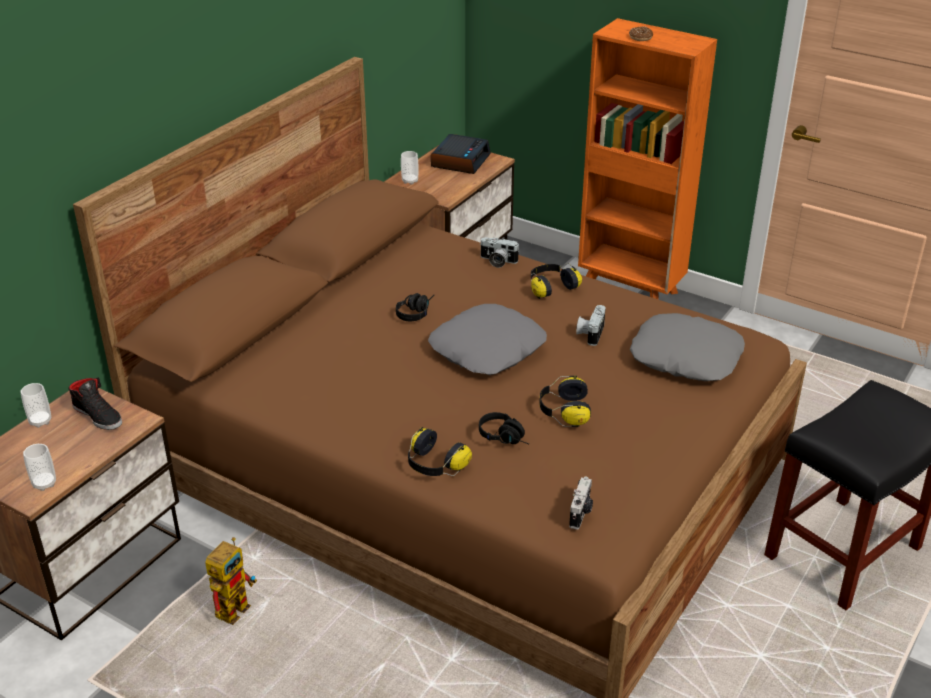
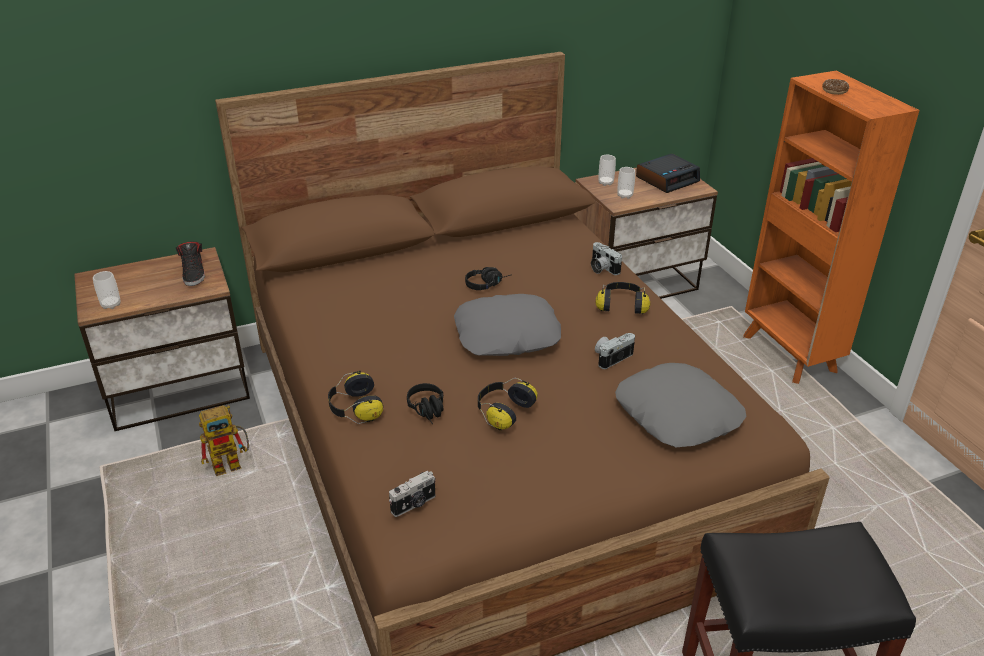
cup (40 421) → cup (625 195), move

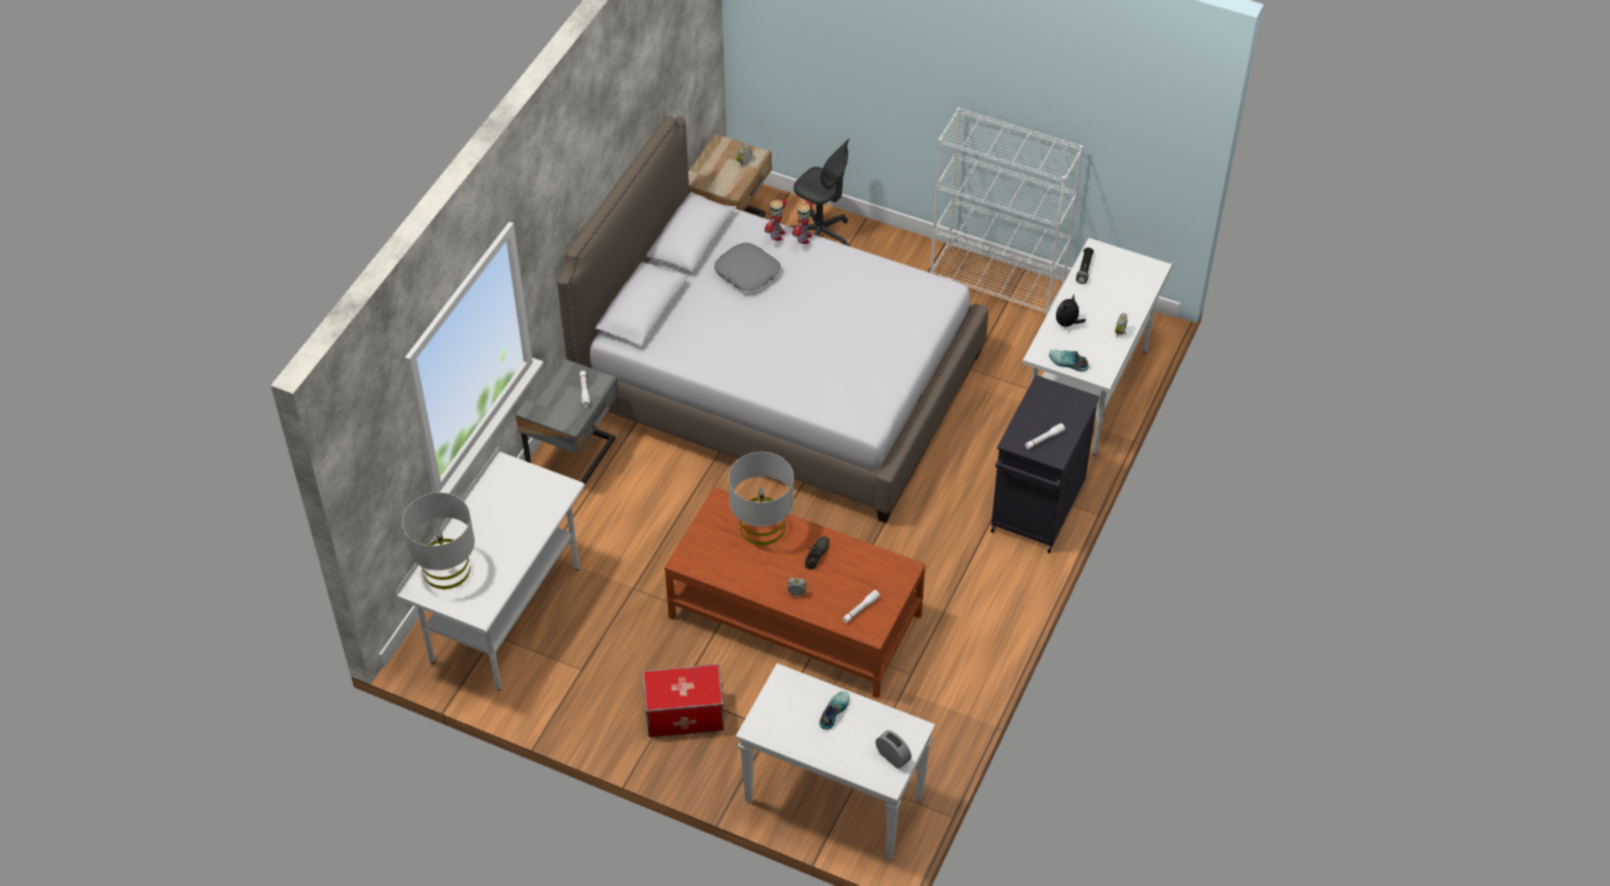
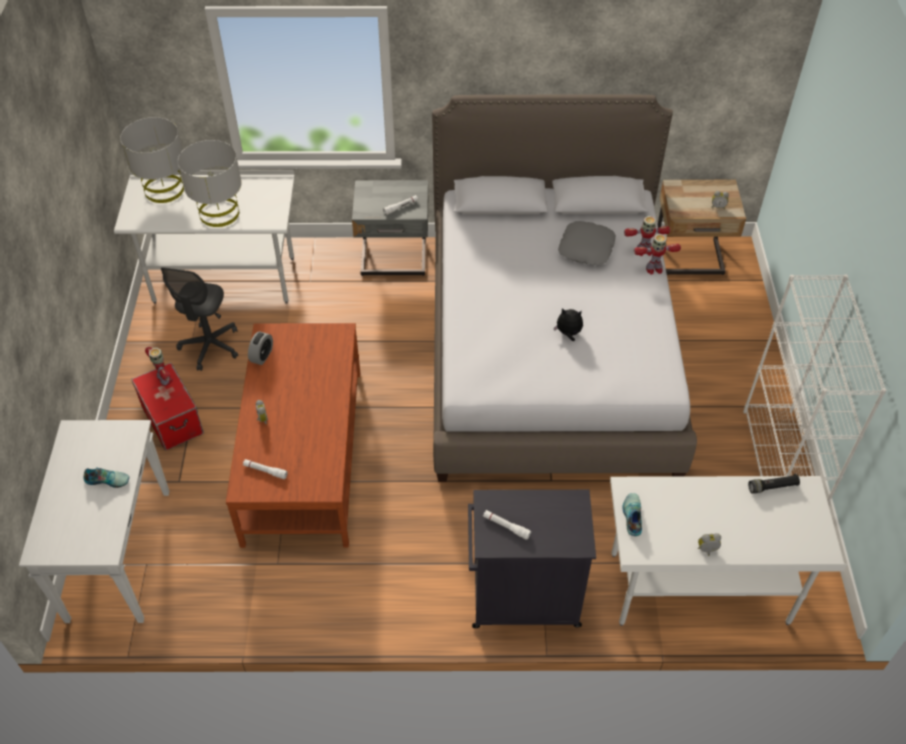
greyish table lamp (762 527) → greyish table lamp (219 213), move
greyish desk chair (820 235) → greyish desk chair (210 346), move
greyish low shoe (818 555) → -
alarm clock (892 757) → alarm clock (262 356), move
soft toy (1067 323) → soft toy (568 333), move
- → model robot (164 379)

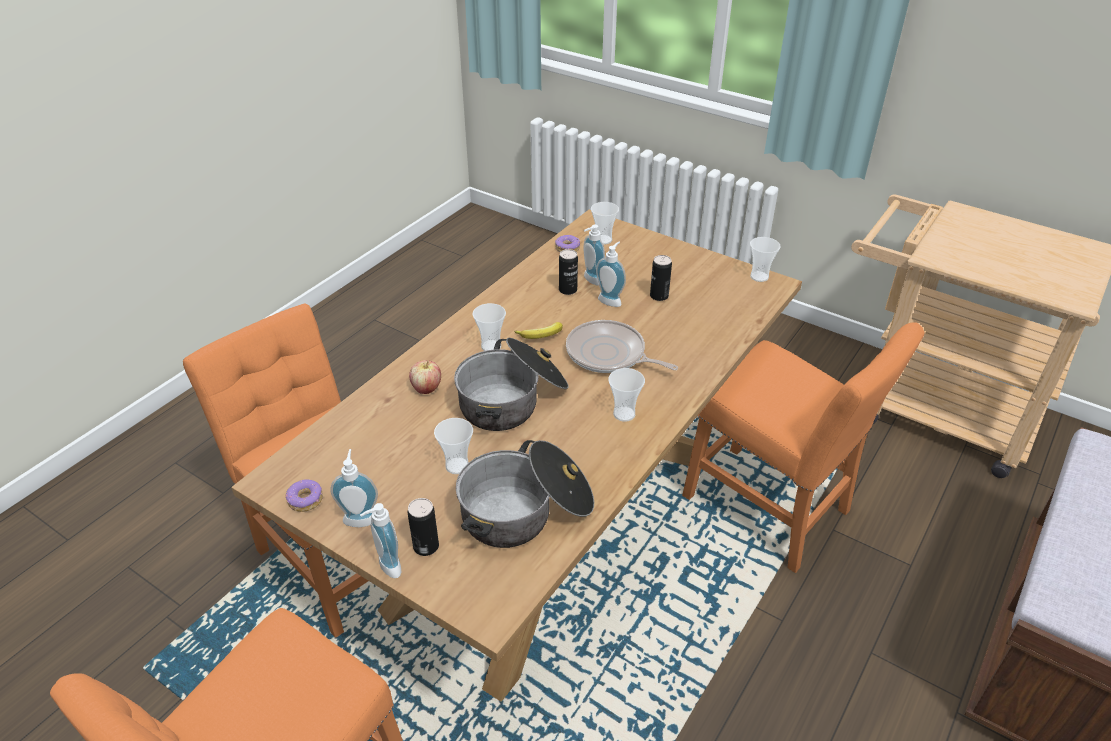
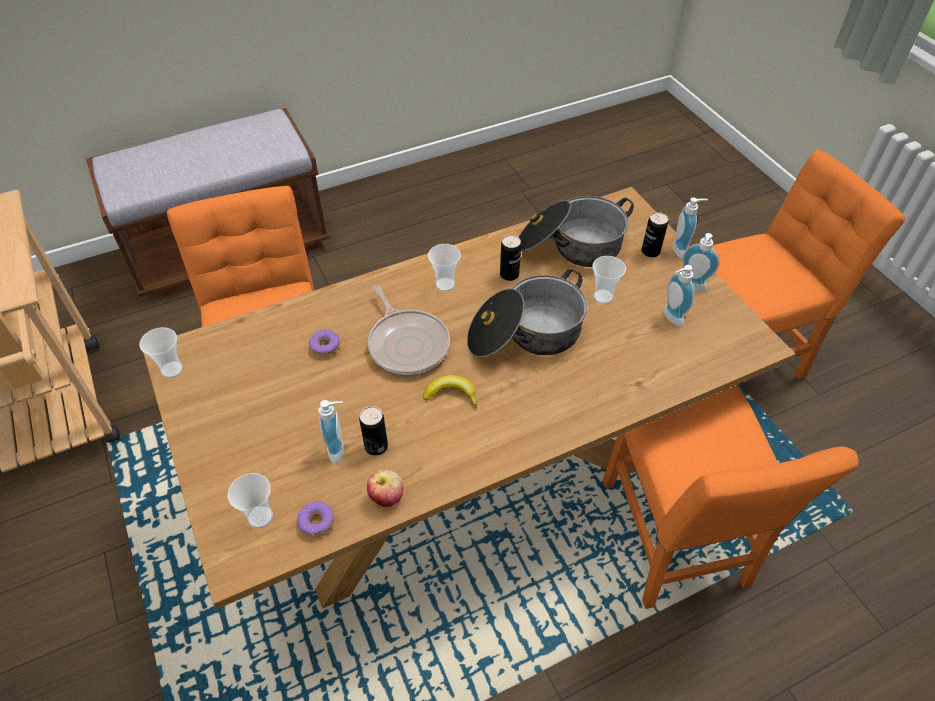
donut (306 500) → donut (325 347), move
apple (426 388) → apple (387 497), move
cup (491 346) → -
soap dispenser (611 300) → soap dispenser (670 318), move
sealed can (659 296) → sealed can (509 274), move

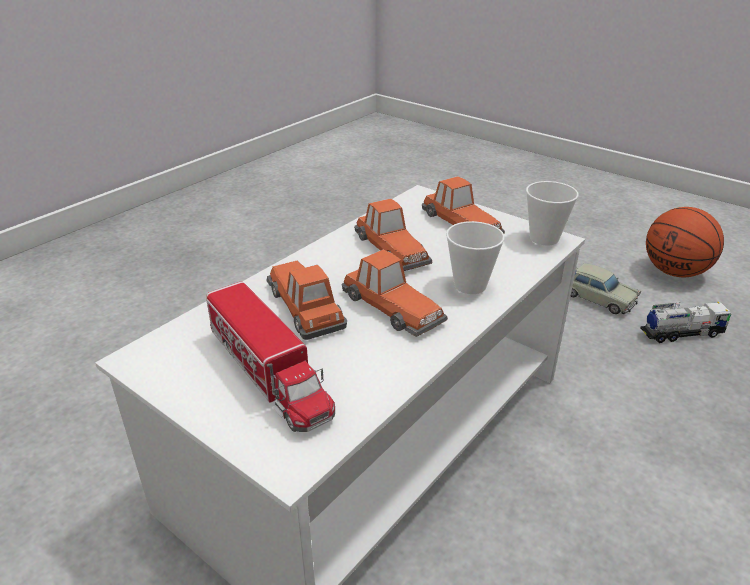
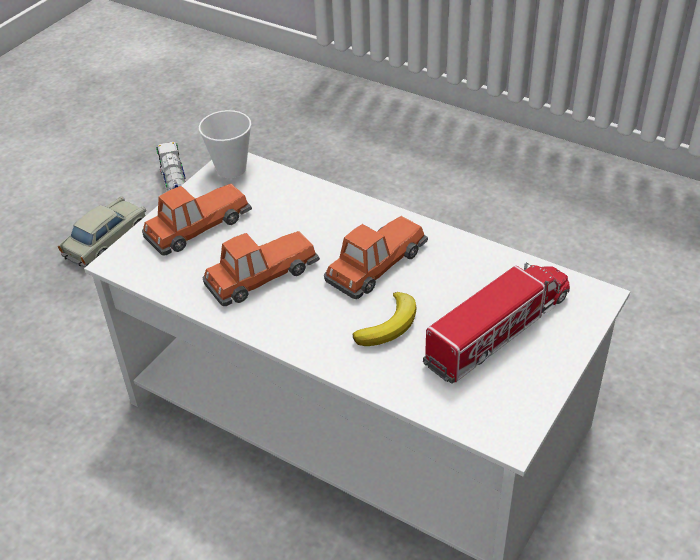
toy car (305 307) → banana fruit (389 324)
cup (470 285) → -
ball for basketball (675 272) → -

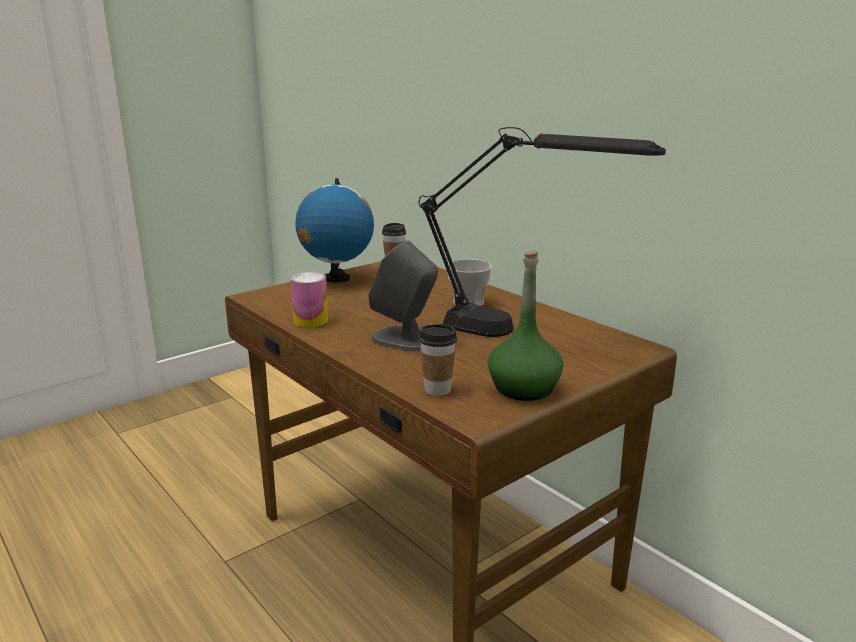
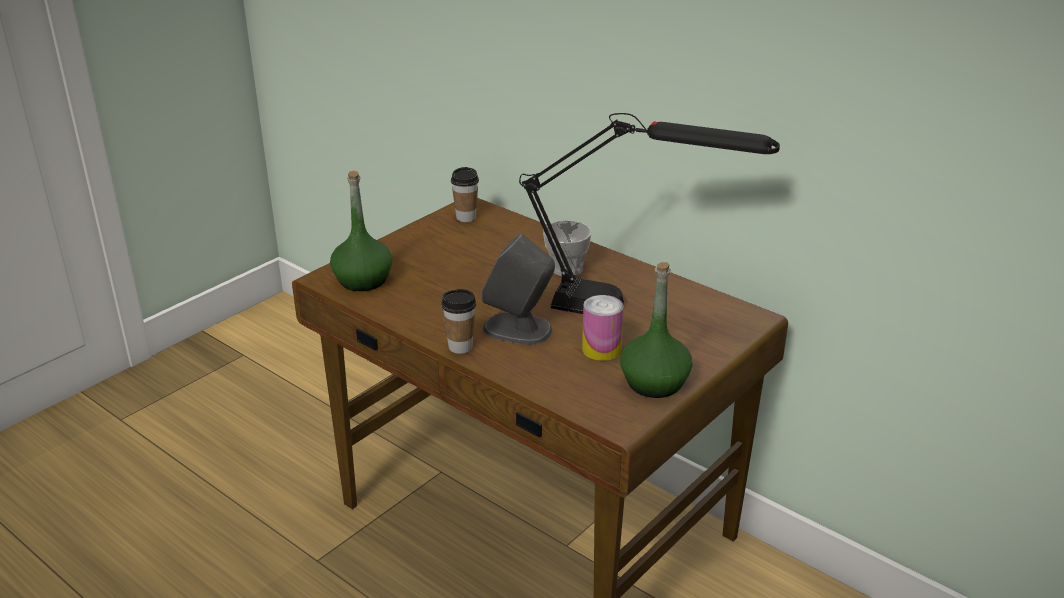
sealed can (311 321) → sealed can (601 349), move
world globe (337 279) → -
cup (437 390) → cup (460 347), move
- → greenish beverage bottle (363 280)

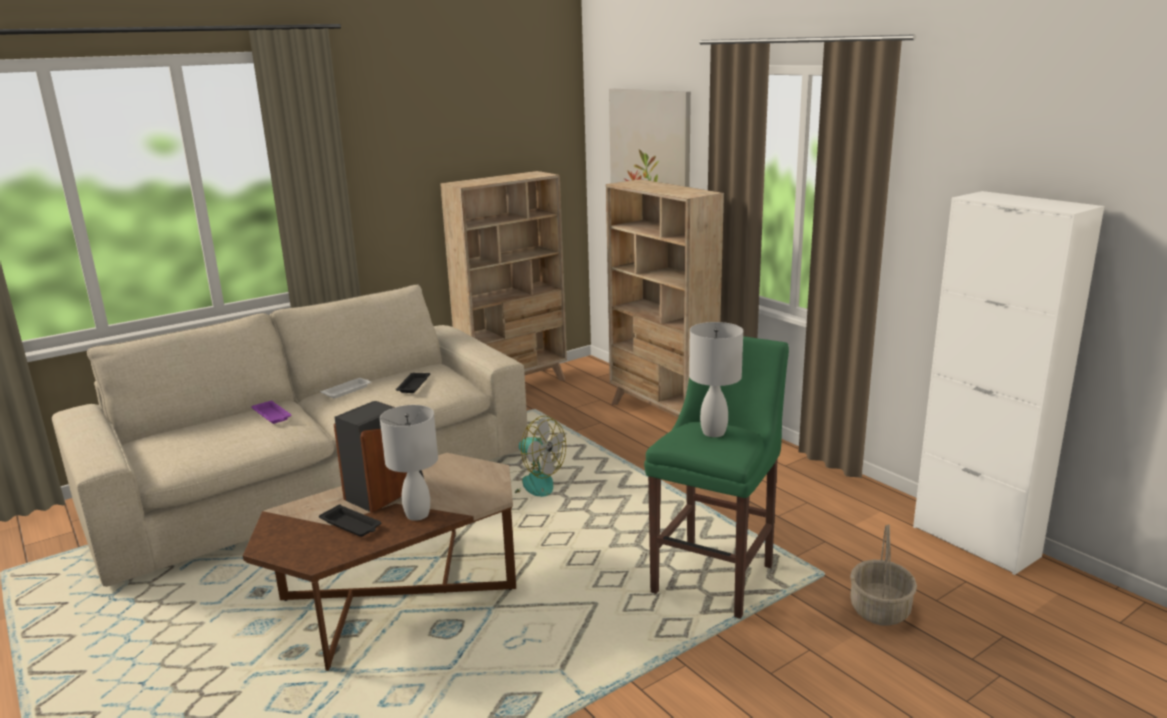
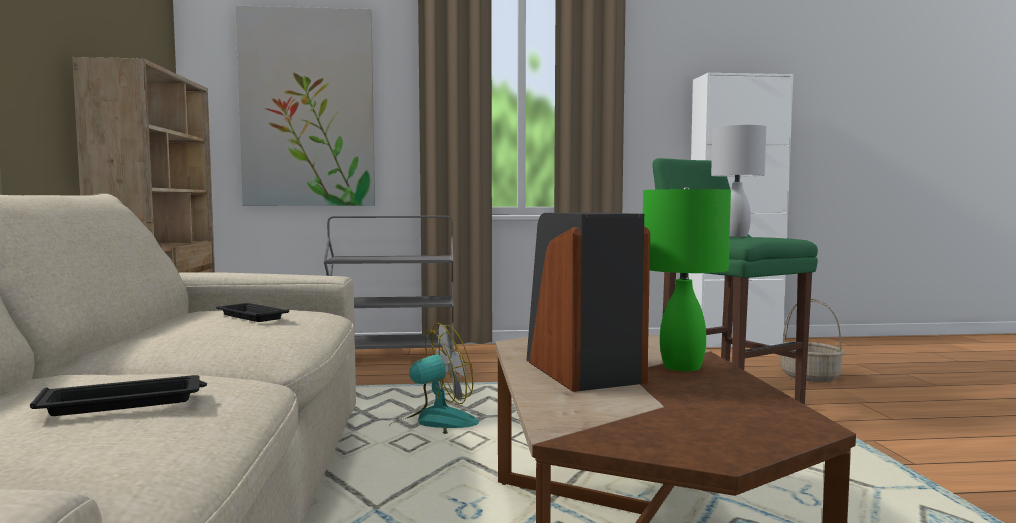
purplish tray (272 415) → -
black-coloured tray (351 525) → black-coloured tray (126 403), move
white tray (347 390) → -
white table lamp (417 514) → greenish table lamp (680 367)
beige bookcase (661 415) → greyish wheeled cart (392 357)

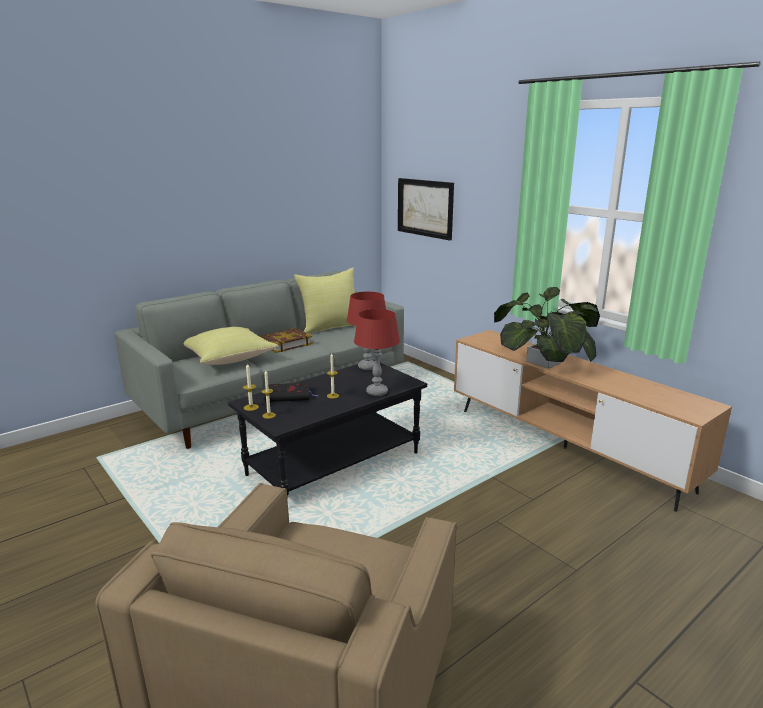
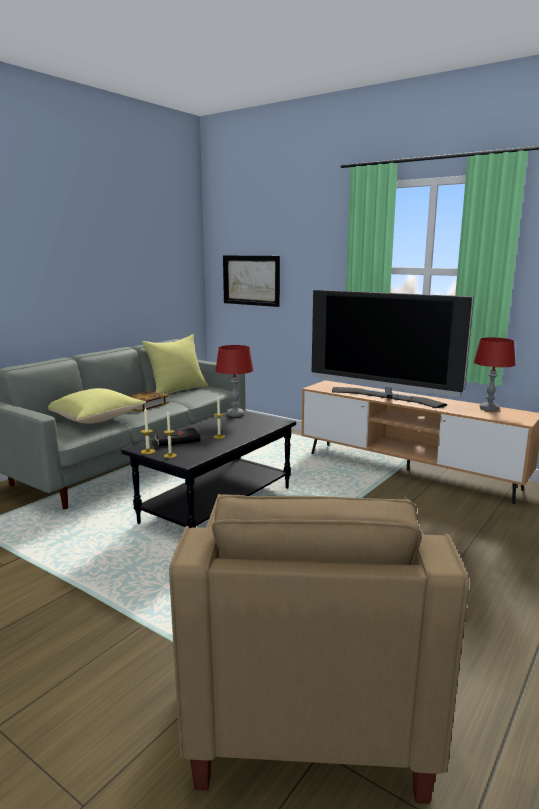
red table lamp (377 392) → red table lamp (489 409), move
houseplant (544 361) → TV (385 397)

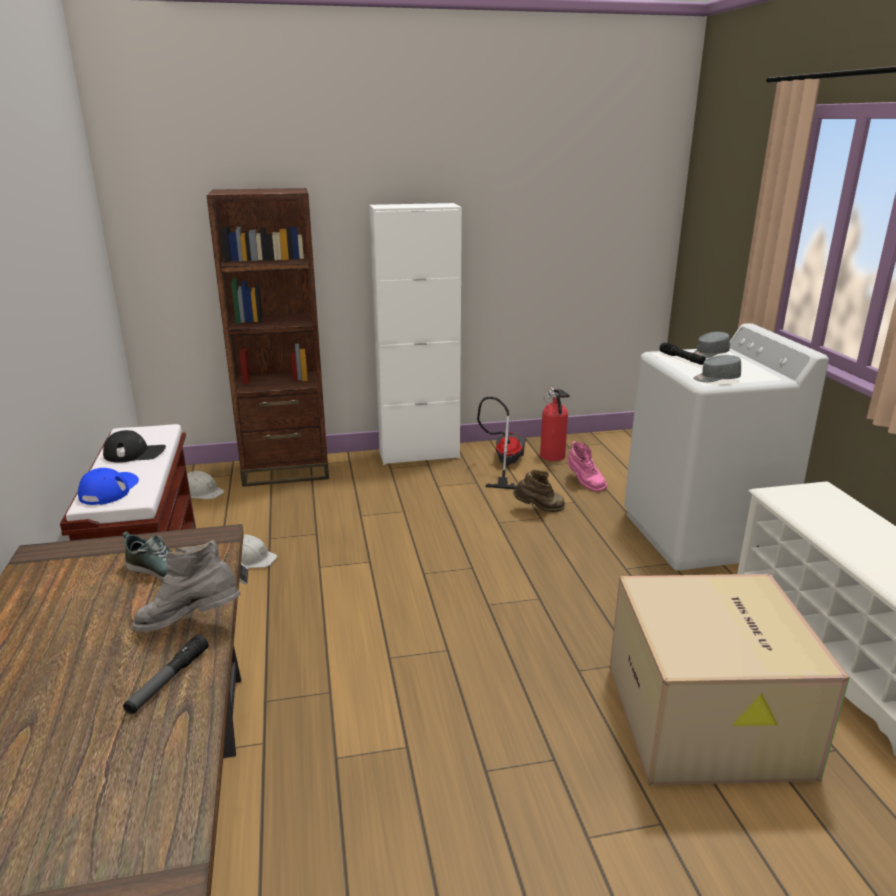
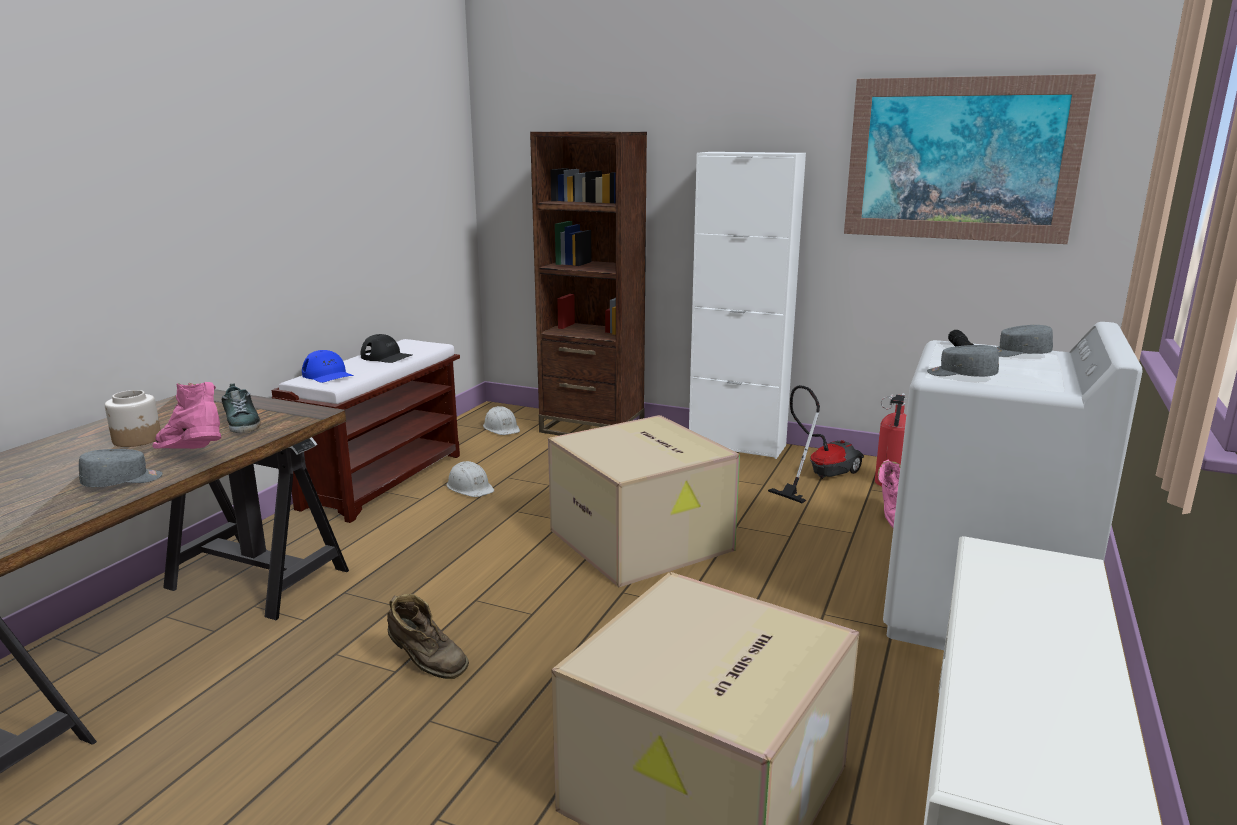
bluish baseball cap (109 490) → bluish baseball cap (328 375), 90 degrees clockwise
hand torch (168 680) → greyish baseball cap (123 481)
greyish high-top boot (191 625) → pinkish high-top boot (194 457)
brownish high-top boot (539 509) → brownish high-top boot (426 664), move
- → storage jar (137 439)
- → carton (643 540)
- → wall picture (960 159)

